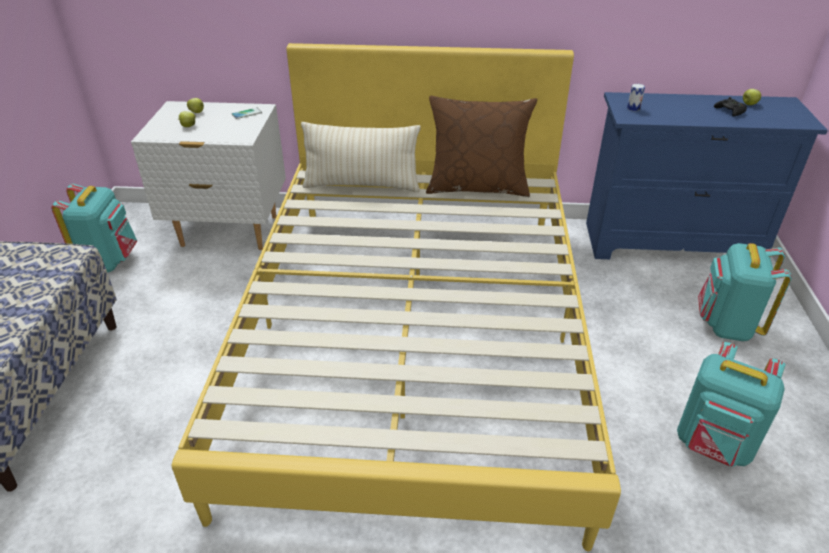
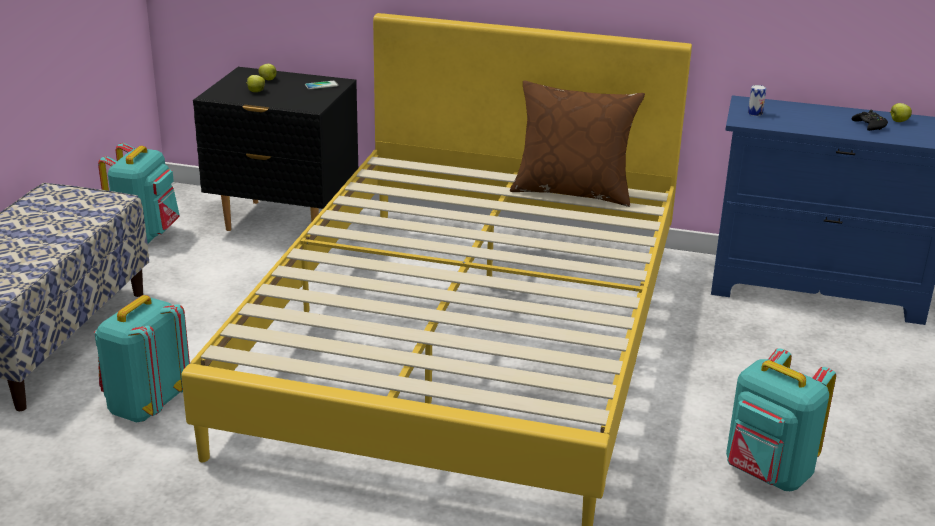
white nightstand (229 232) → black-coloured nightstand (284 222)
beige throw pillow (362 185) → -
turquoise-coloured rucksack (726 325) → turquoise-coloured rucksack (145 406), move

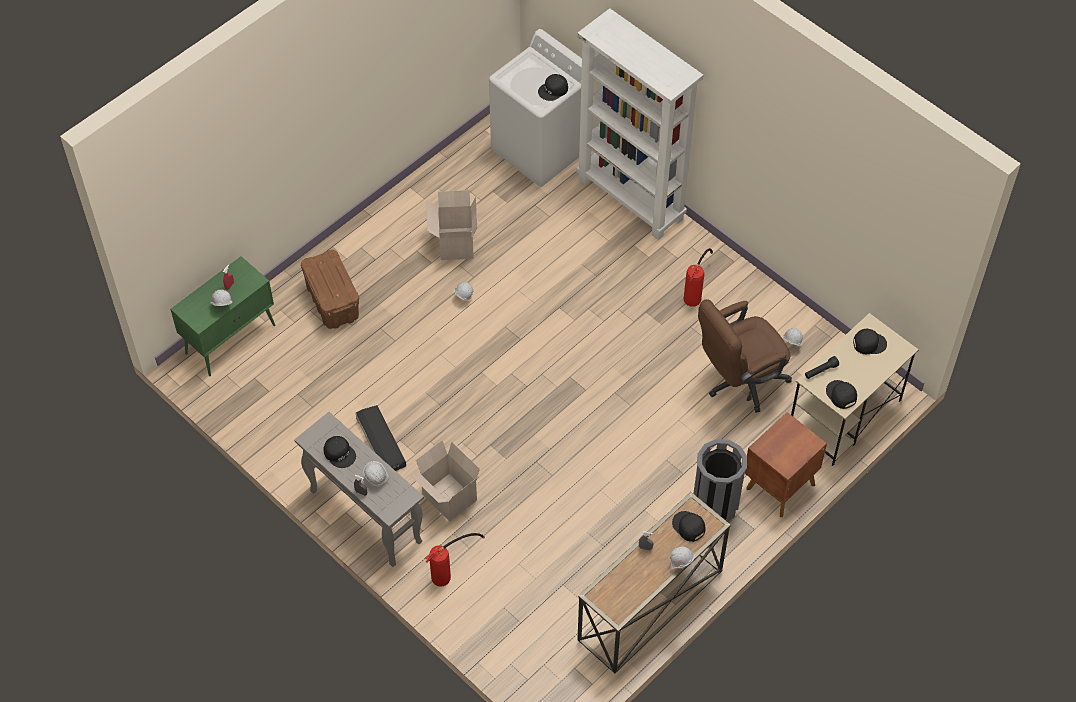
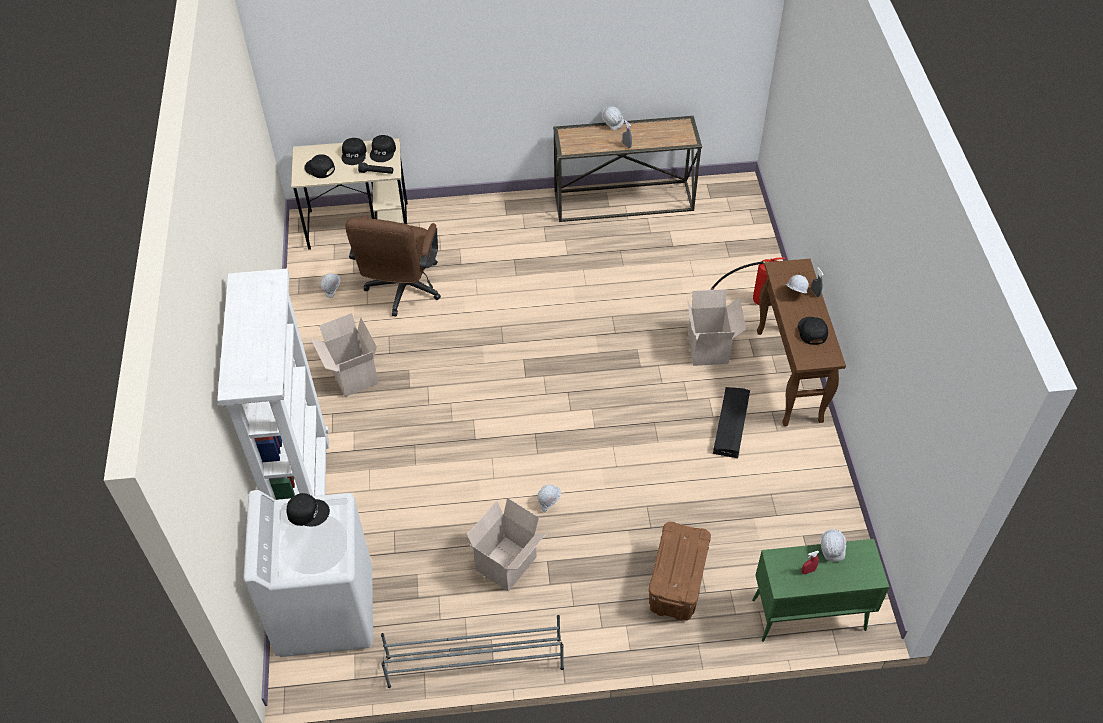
greyish hall table (364 516) → brownish hall table (789 376)
black-coloured baseball cap (688 527) → black-coloured baseball cap (354 154), move
fire-fighting cylinder (696 292) → carton (352 375)
greyish rubbish bin (715 504) → -
brownish desk chair (739 381) → brownish desk chair (402 291), 90 degrees clockwise
brownish nightstand (779 486) → -
- → greyish shoe shelf (474 662)

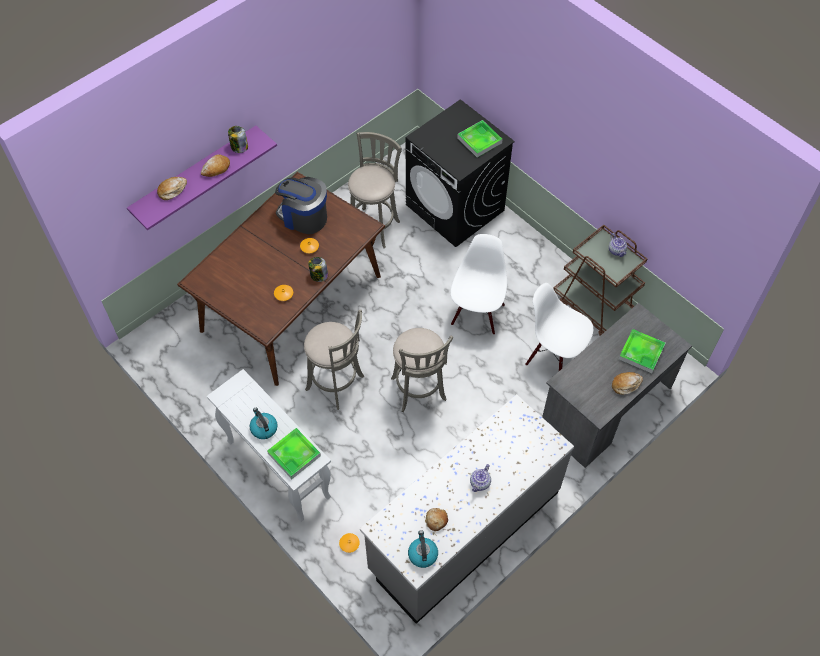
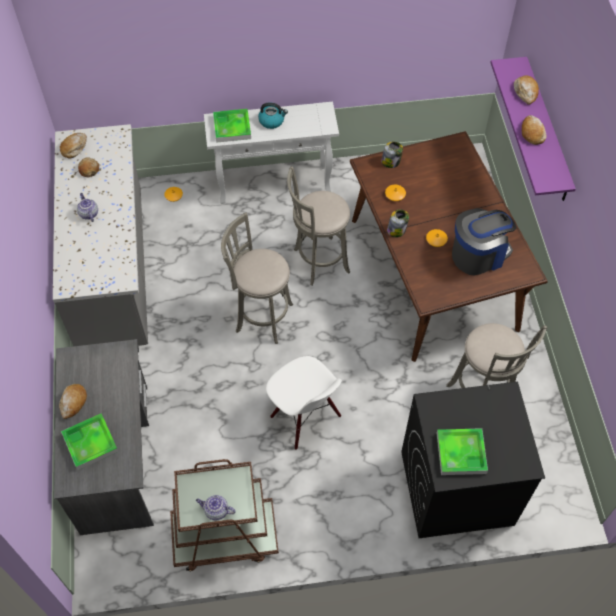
storage jar (239 147) → storage jar (391 162), move
tea kettle (422 554) → bread (74 148)
white upright chair (554 356) → -

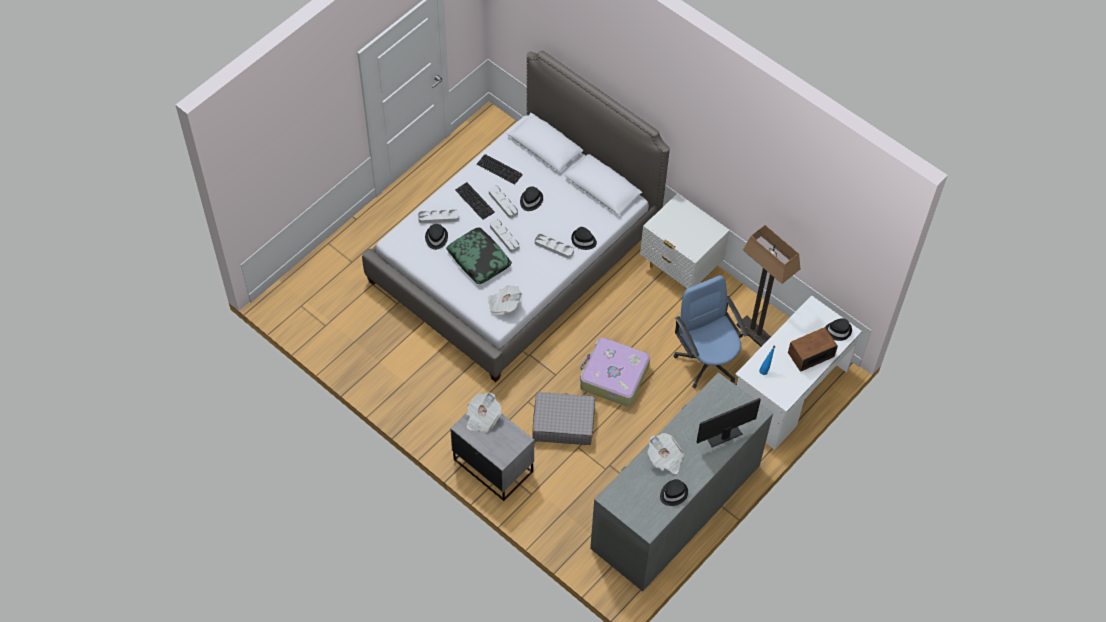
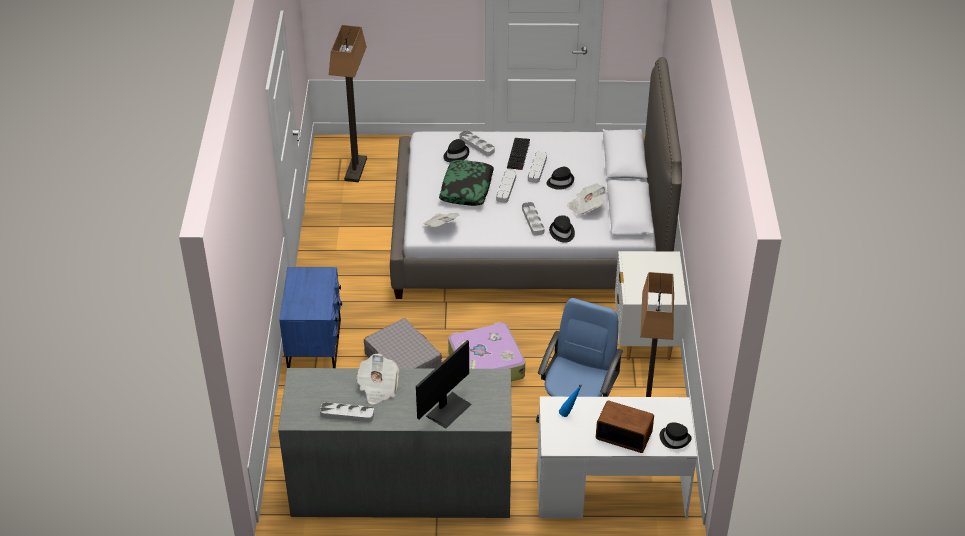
greyish nightstand (493 465) → bluish nightstand (315 346)
newspaper (482 418) → newspaper (586 207), move
keyboard (500 169) → -
black-coloured wearable hat (673 493) → greyish tray (347 414)
computer display (722 433) → computer display (448 409), 105 degrees clockwise
- → floor lamp (355 169)

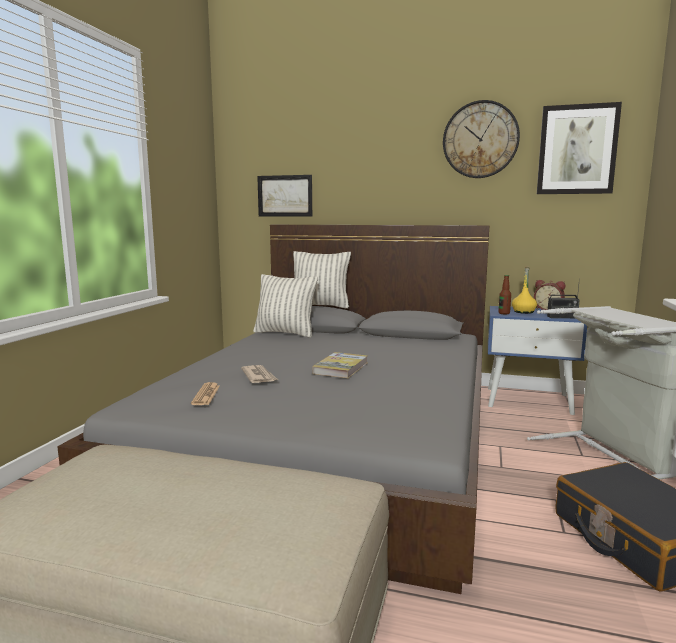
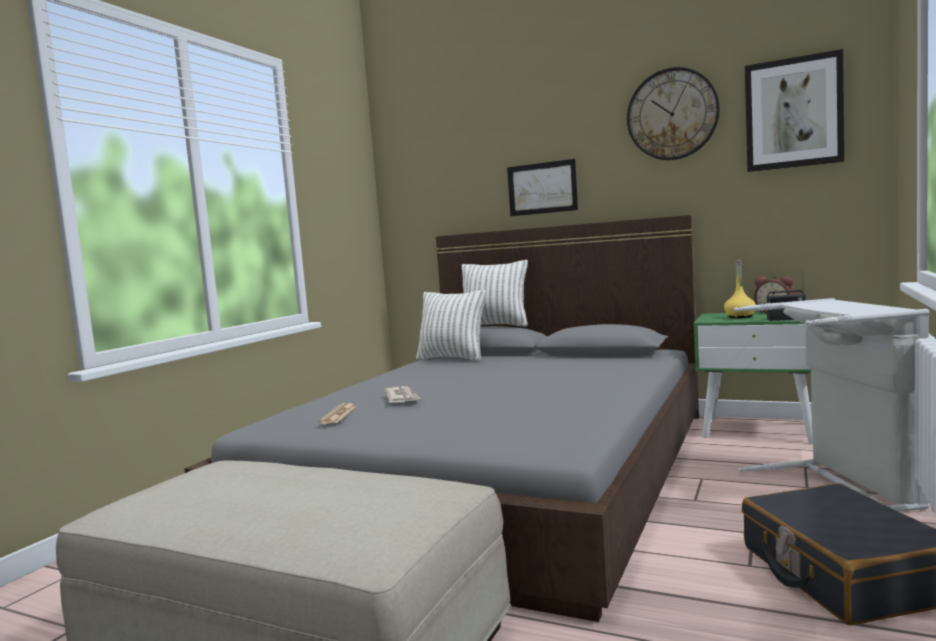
wall picture (285 196) → wall picture (542 188), move
book (341 368) → -
bluish nightstand (529 400) → greenish nightstand (758 430)
beverage bottle (504 313) → -

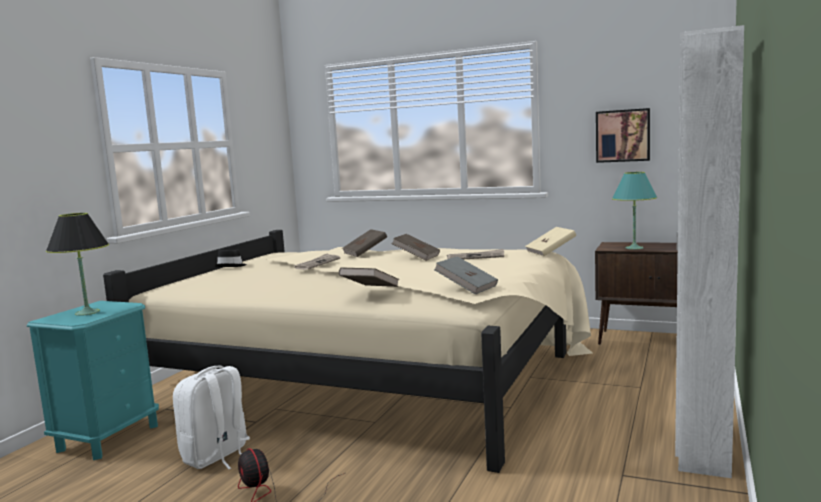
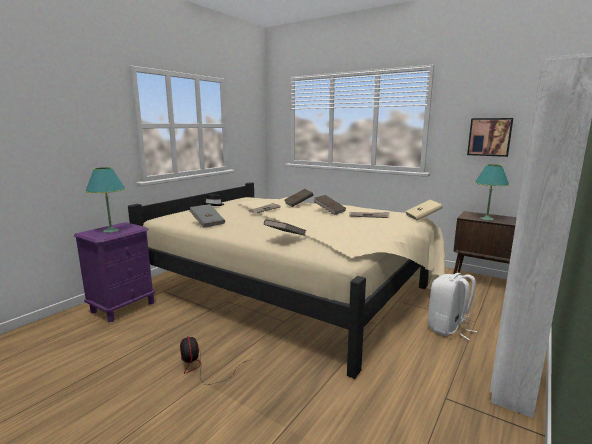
turquoise-coloured nightstand (108 437) → purplish nightstand (123 307)
black-coloured table lamp (87 312) → turquoise-coloured table lamp (111 230)
white rucksack (217 456) → white rucksack (448 328), move
greyish book (466 288) → greyish book (207 223), move

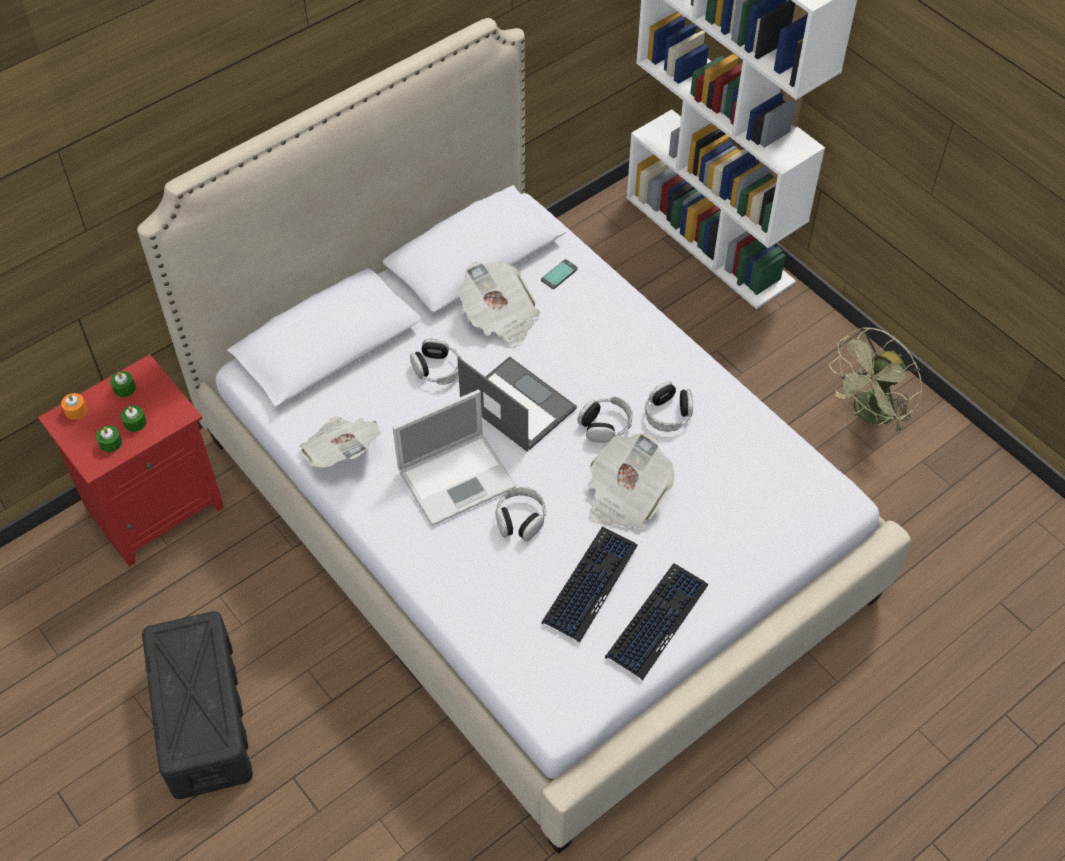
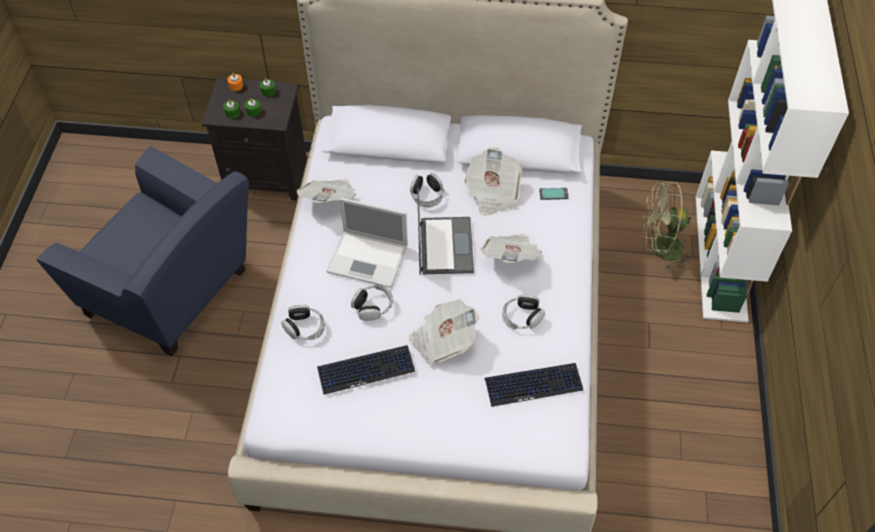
red nightstand (155 505) → black-coloured nightstand (268 175)
black-coloured storage bin (203 719) → bluish armchair (175 293)
pair of headphones (605 425) → pair of headphones (304 327), move
keyboard (657 621) → keyboard (533 385), move
greenish fan (869 415) → greenish fan (660 249), move
- → newspaper (511 257)

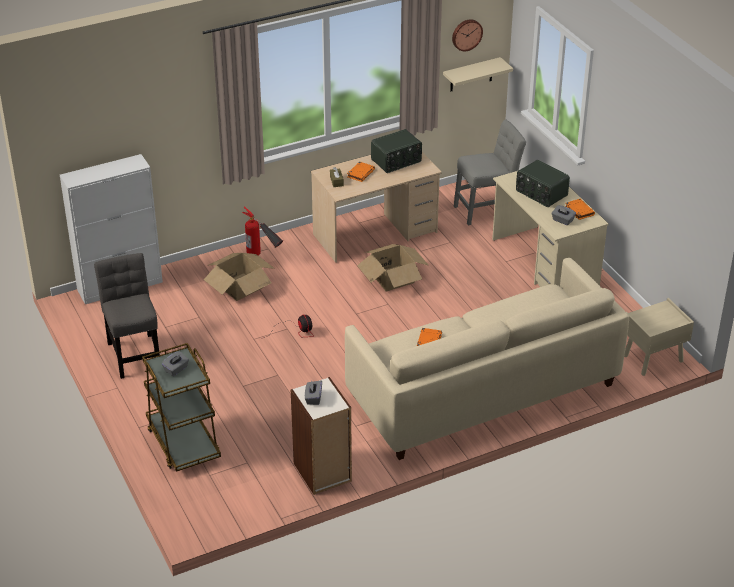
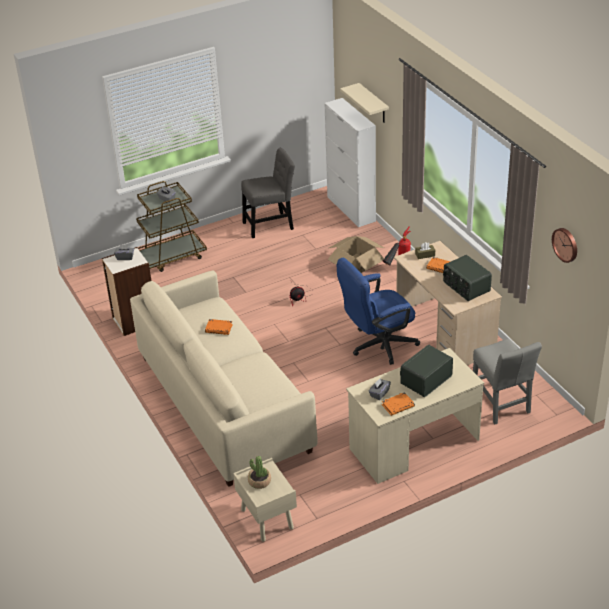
carton (392 278) → bluish desk chair (377 346)
beige bracket shelf (471 75) → beige bracket shelf (373 104), move
- → houseplant (259 481)

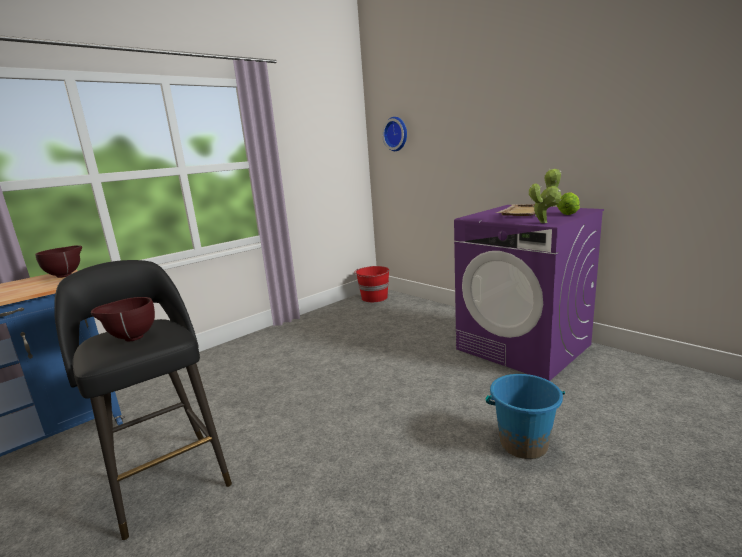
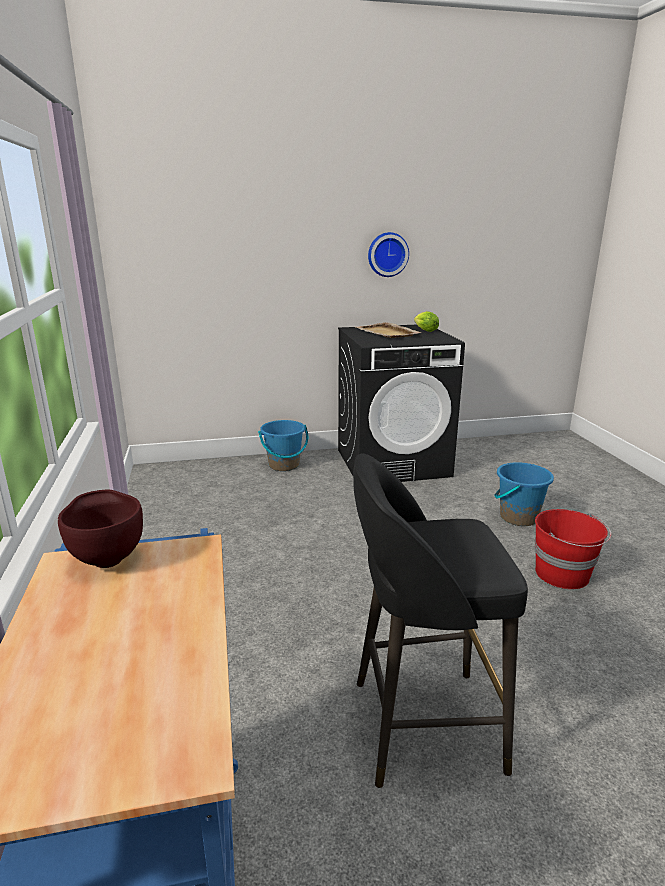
brownish bowl (131 338) → -
red bucket (374 298) → red bucket (563 574), move
clock on the wall (396 134) → clock on the wall (387 254), move
purplish washing machine (523 347) → black-coloured washing machine (393 463)
houseplant (544 222) → -
- → bluish bucket (284 465)

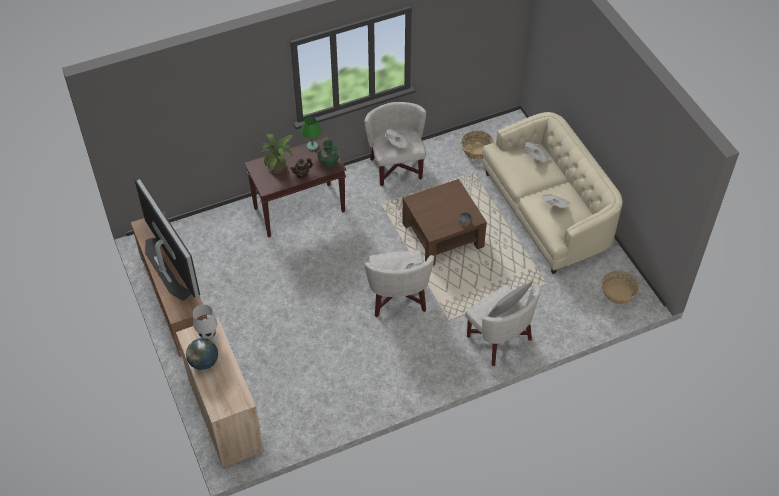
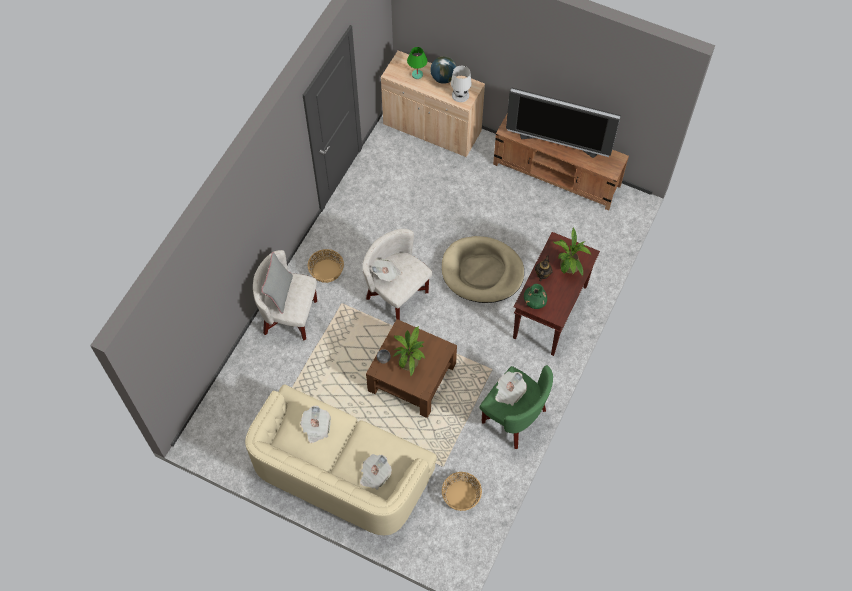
greenish table lamp (312 146) → greenish table lamp (417 74), move
white armchair (397 168) → greenish armchair (514 417)
basket (618 293) → basket (326 271), move
- → houseplant (410 360)
- → beige dog bed (482 272)

